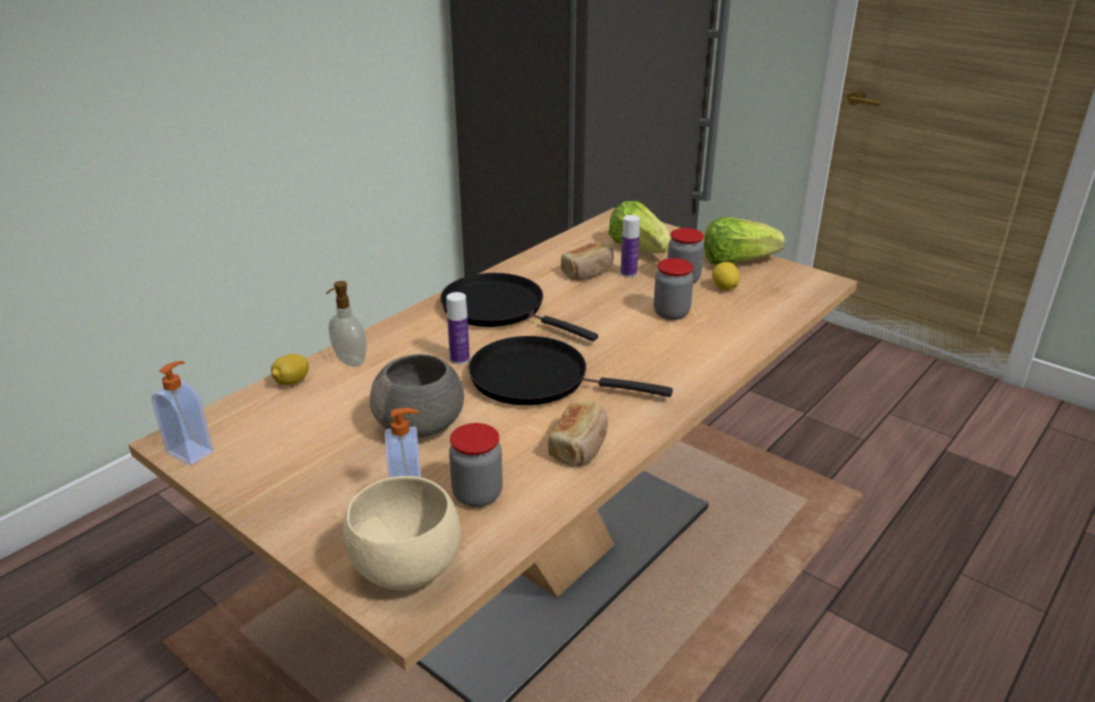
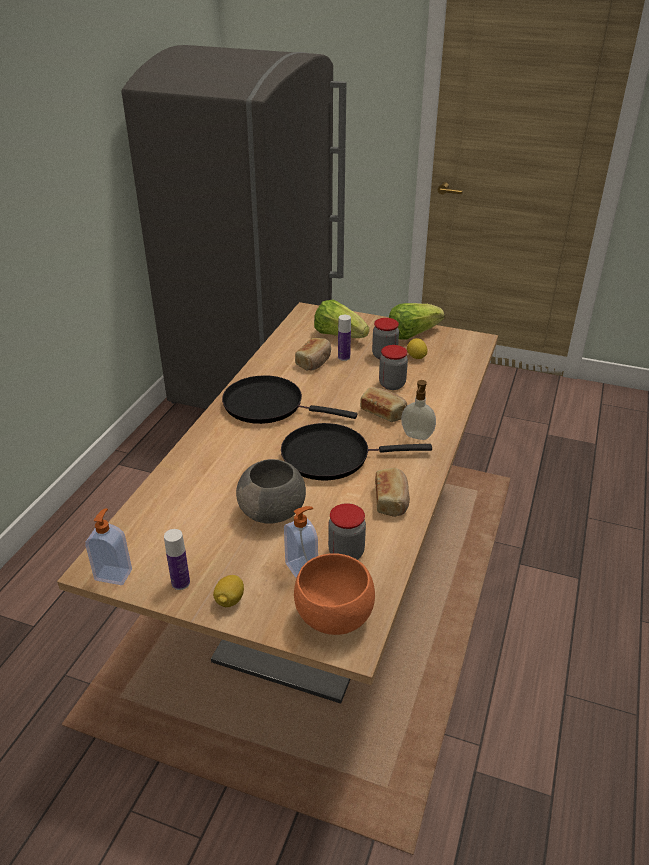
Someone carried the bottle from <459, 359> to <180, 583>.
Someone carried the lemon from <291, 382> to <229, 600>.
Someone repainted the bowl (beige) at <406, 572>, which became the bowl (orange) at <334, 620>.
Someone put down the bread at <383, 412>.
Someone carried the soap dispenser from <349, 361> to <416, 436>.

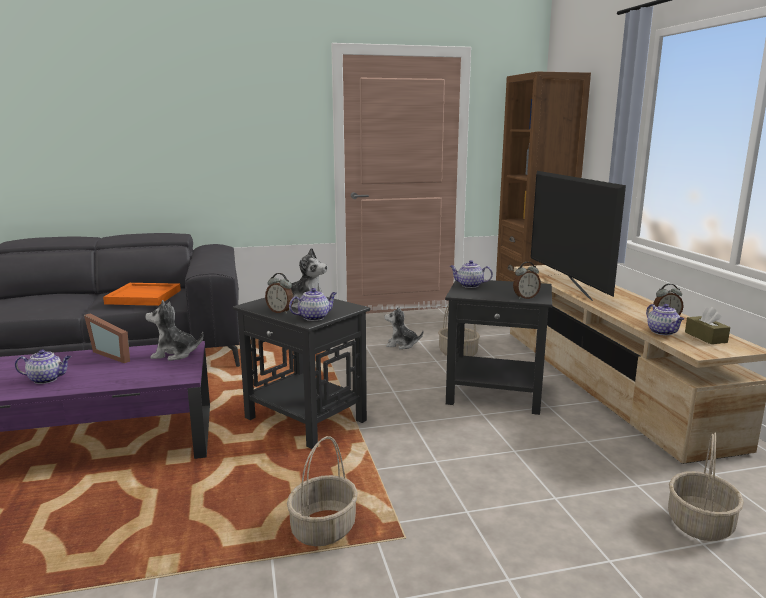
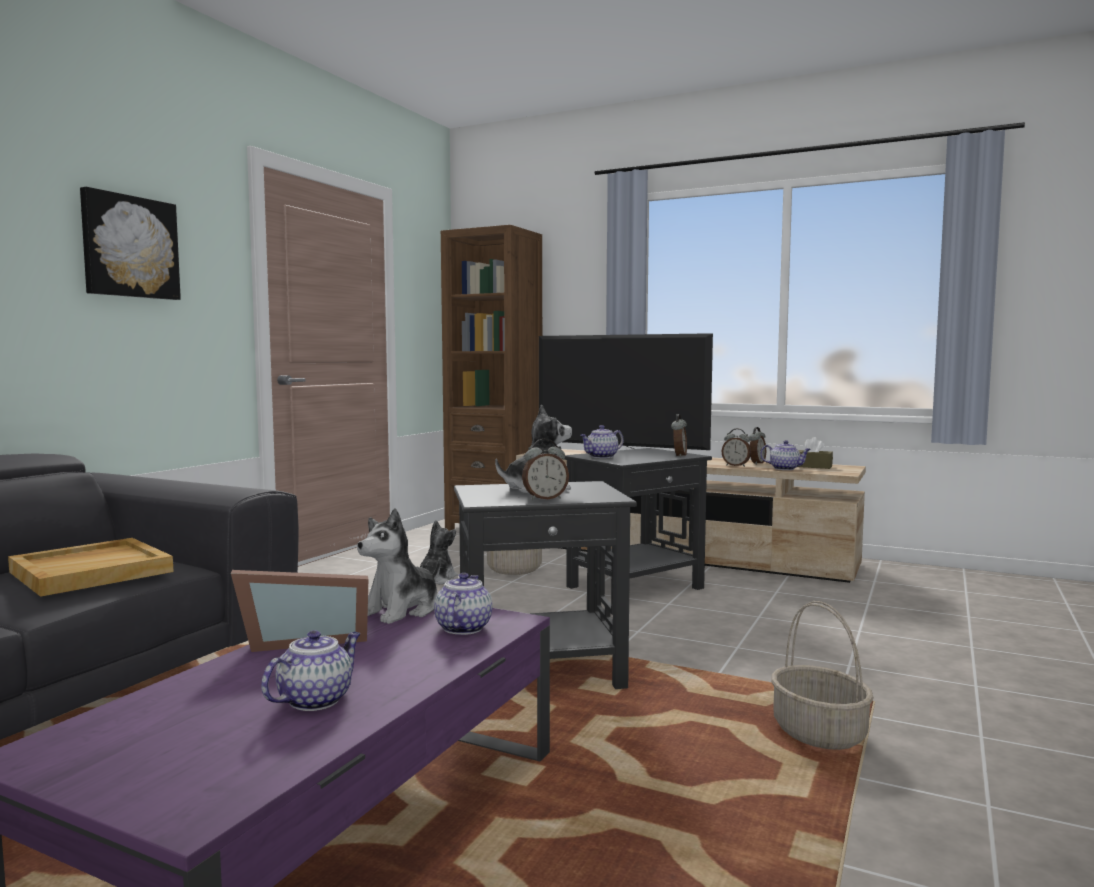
Someone repainted the tray (orange) at <144, 297>, which became the tray (beige) at <92, 571>.
Someone put up the picture at <129, 247>.
Someone rotated the plush toy at <401, 345> by 150 degrees clockwise.
Someone carried the teapot from <314, 317> to <463, 628>.
Someone put down the alarm clock at <736, 465>.
Someone took away the basket at <700, 524>.

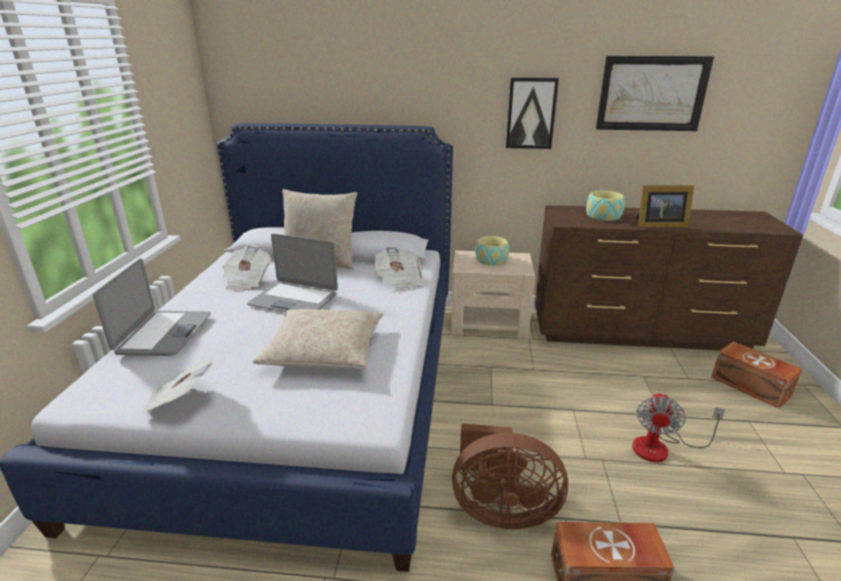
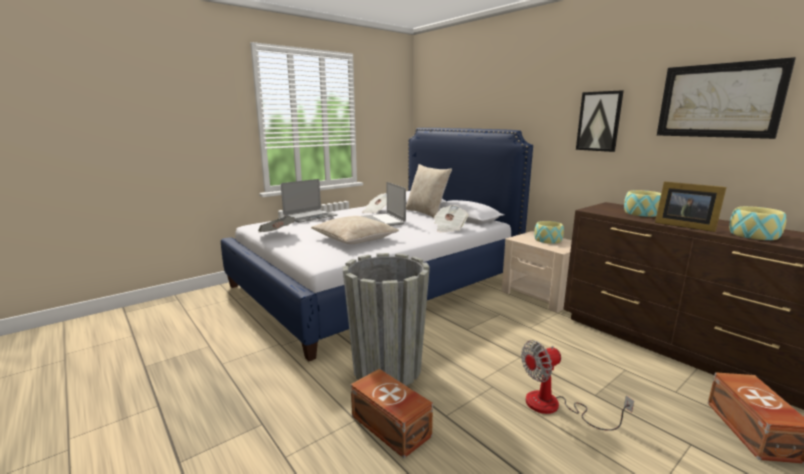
Someone swapped the fan (brown) at <500, 510> for the planter (grey) at <387, 368>.
Someone put down the bowl at <753, 235>.

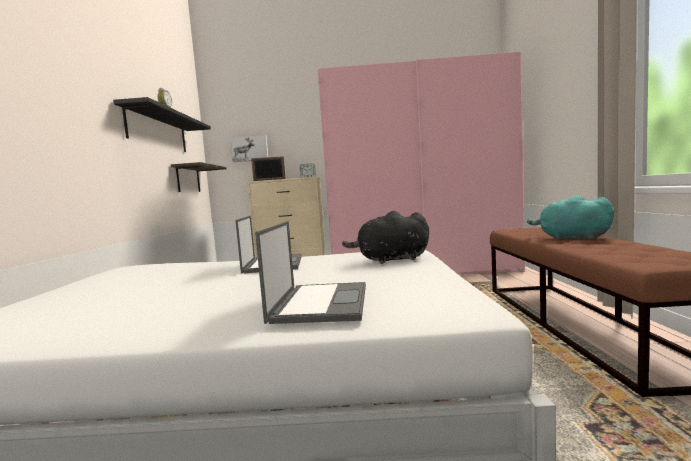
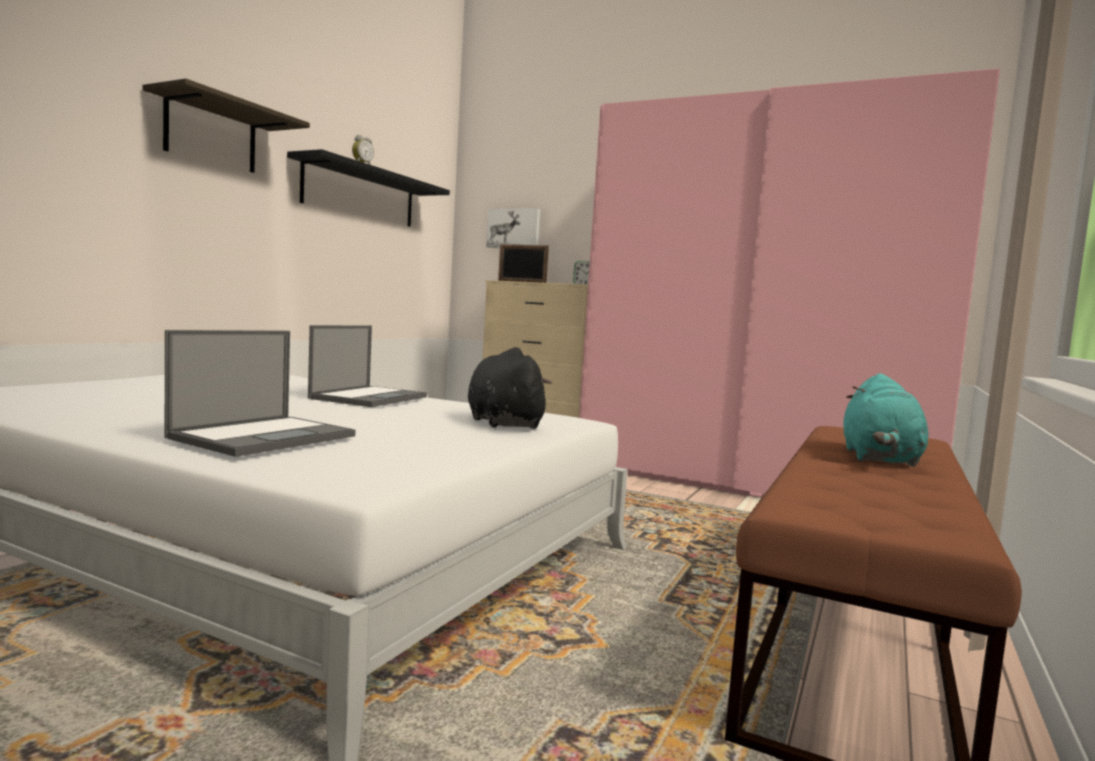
Someone carried the shelf from <188, 179> to <211, 135>.
Someone rotated the plush toy (black) at <390, 260> by 45 degrees clockwise.
Someone rotated the plush toy (turquoise) at <570, 238> by 135 degrees counterclockwise.

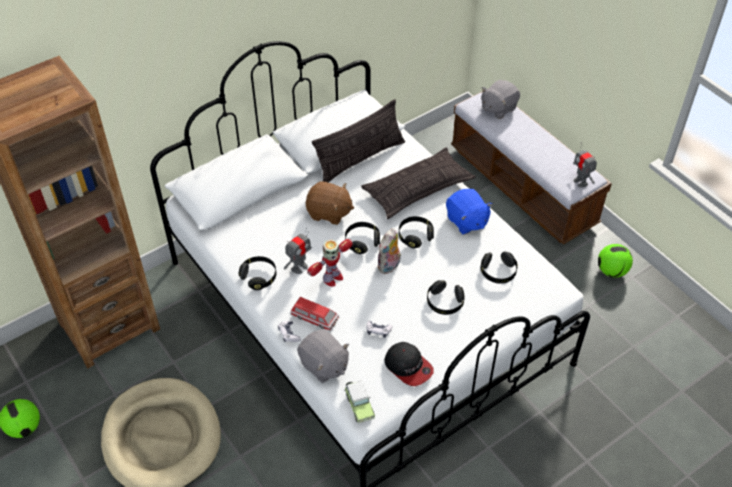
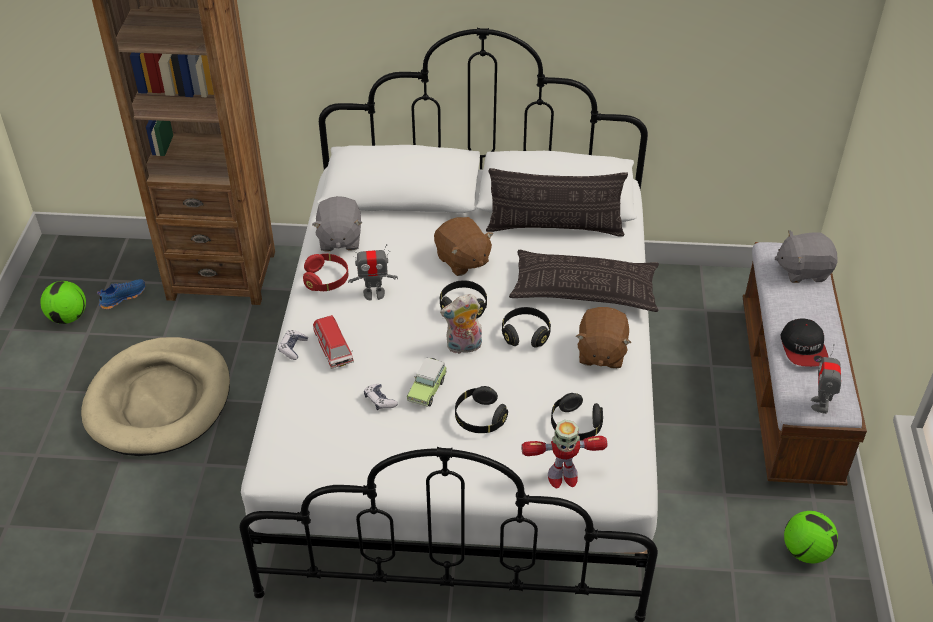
Someone put down the shoe (blue) at <123, 297>.
Someone repainted the headphones (black) at <259, 277>, which became the headphones (red) at <326, 280>.
Someone carried the plush toy (grey) from <323, 365> to <339, 239>.
Someone carried the toy car from <359, 405> to <427, 389>.
Someone carried the toy robot from <332, 278> to <562, 477>.
Someone repainted the plush toy (blue) at <466, 221>, which became the plush toy (brown) at <600, 353>.
Someone carried the cap from <408, 366> to <803, 348>.

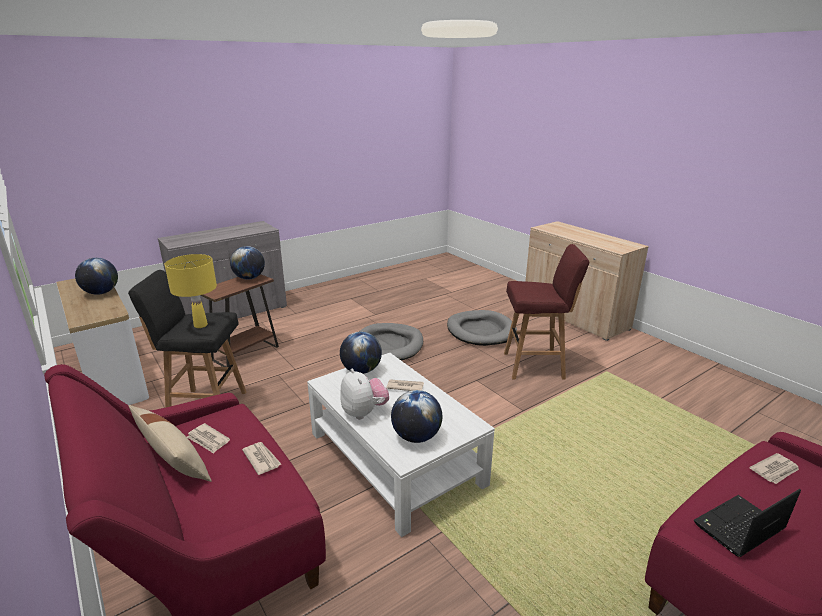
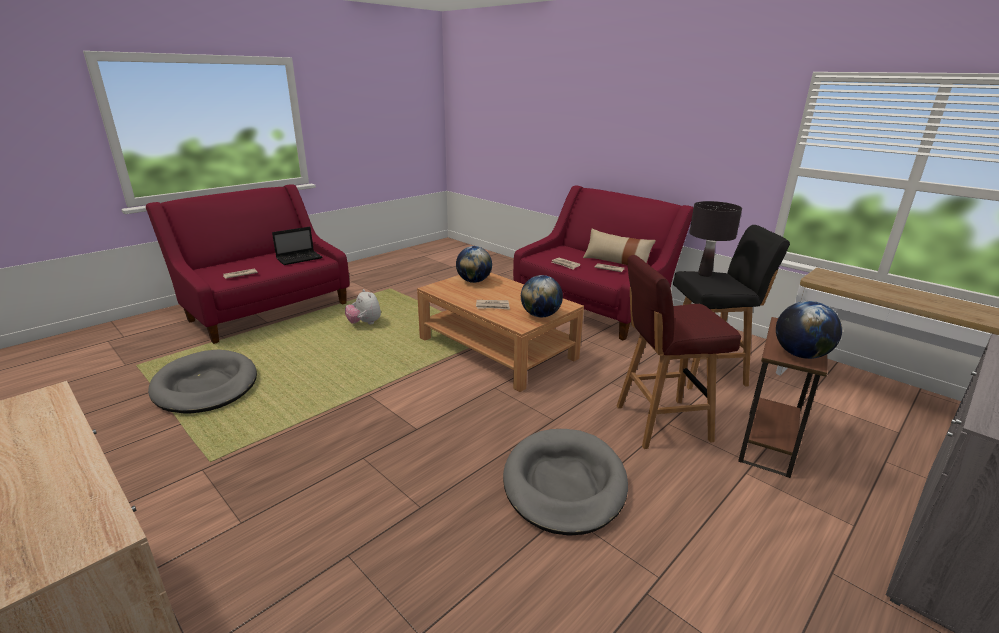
Someone carried the dog bed (grey) from <481, 331> to <206, 386>.
Someone carried the plush toy from <364, 412> to <364, 323>.
Someone repainted the coffee table (white) at <394, 457>, which became the coffee table (brown) at <497, 348>.
Someone carried the stool (red) from <535, 366> to <660, 423>.
Someone repainted the table lamp (yellow) at <200, 325>, which became the table lamp (black) at <705, 274>.
Someone took away the globe at <101, 293>.

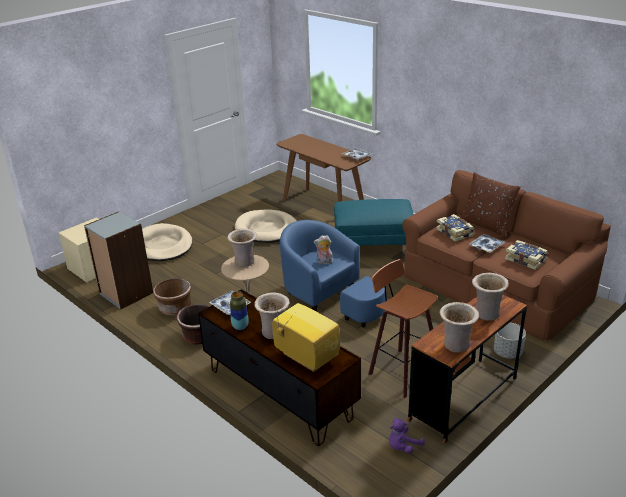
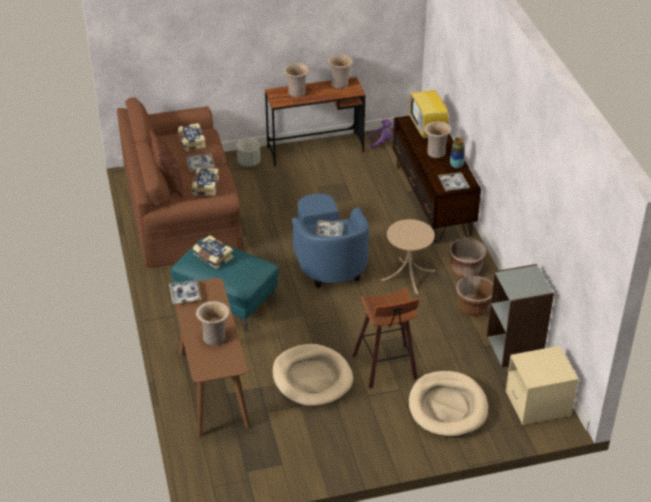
Someone put down the book at <212, 257>.
Someone carried the vase (beige) from <245, 262> to <214, 337>.
Someone swapped the plush toy at <324, 262> for the tray at <329, 233>.
Someone carried the stool from <401, 371> to <387, 368>.

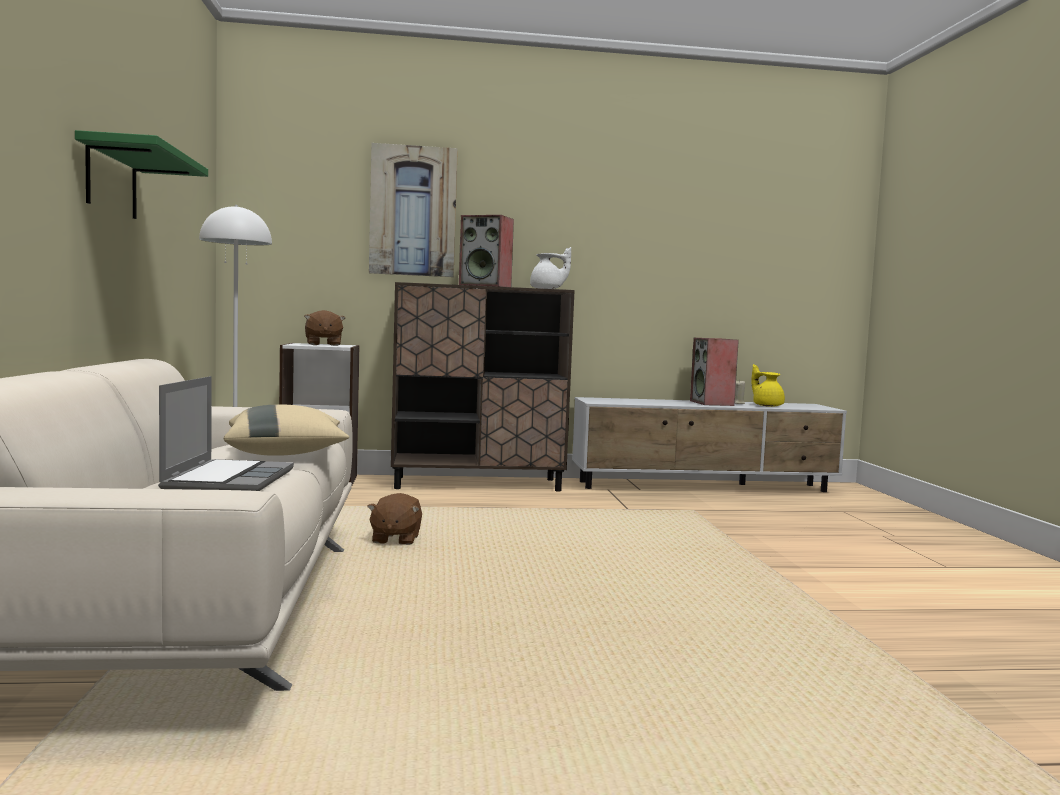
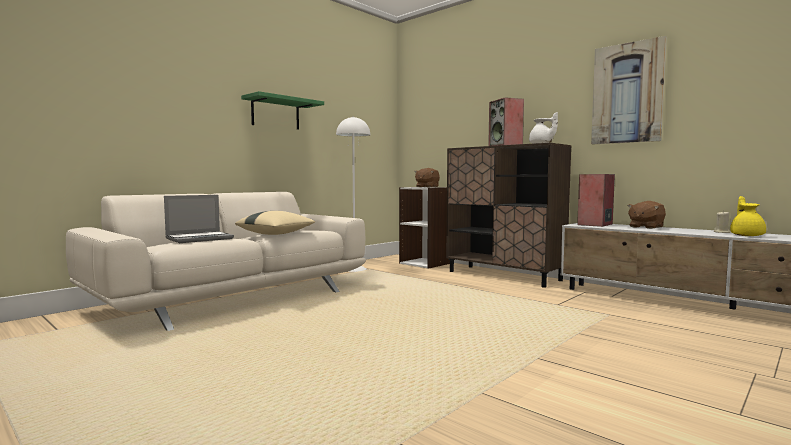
Someone carried the speaker from <712, 403> to <595, 224>.
Someone carried the picture from <413, 211> to <627, 93>.
Someone carried the plush toy (brown) from <395, 539> to <645, 227>.

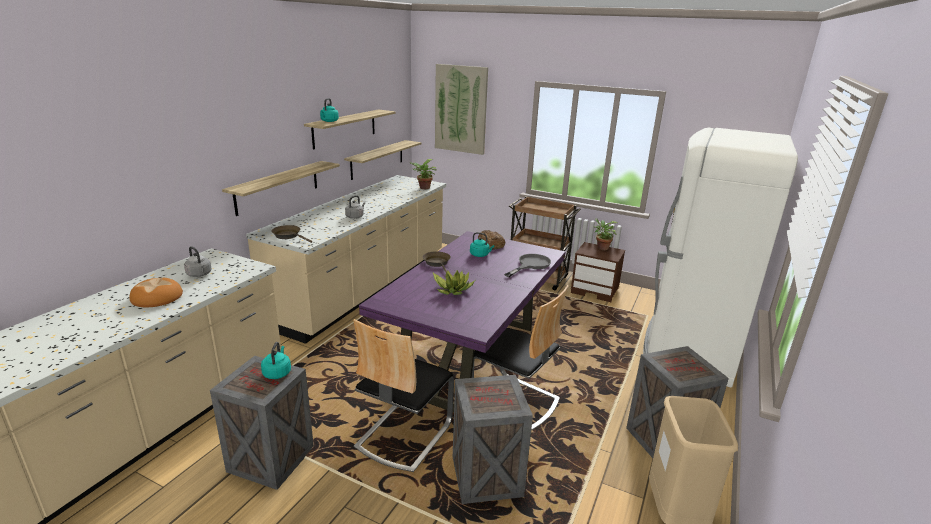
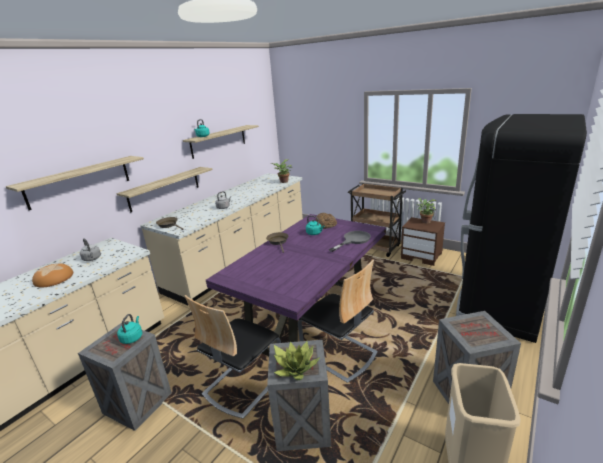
Someone carried the shelf from <377, 159> to <79, 181>.
Someone carried the potted plant from <453, 290> to <295, 367>.
Someone repainted the fridge (white) at <689, 346>, which became the fridge (black) at <499, 304>.
Someone took away the picture at <461, 109>.

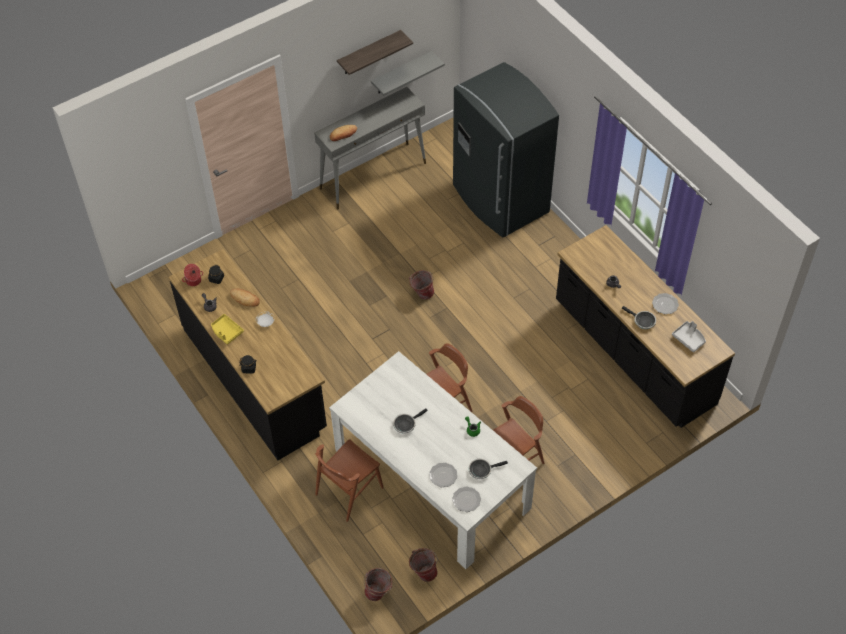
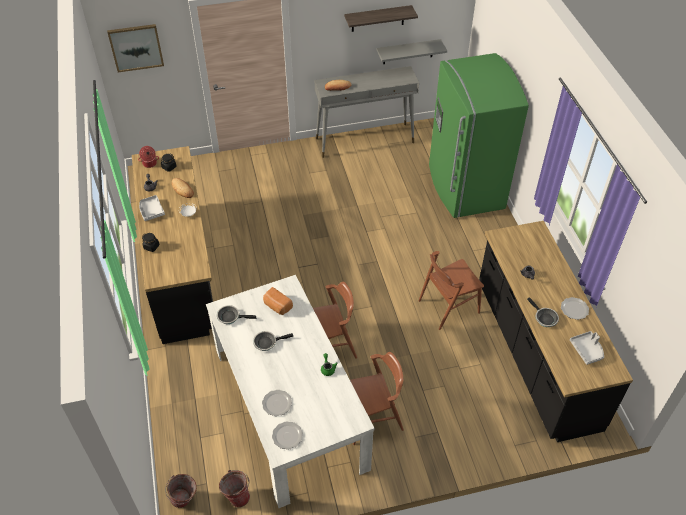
Someone put up the picture at <136, 47>.
Someone repainted the tray (yellow) at <226, 332>, which became the tray (grey) at <151, 211>.
Someone carried the frying pan from <482, 470> to <230, 317>.
Someone put down the bread at <277, 306>.
Someone carried the chair (brown) from <349, 491> to <448, 306>.
Someone repainted the fridge (grey) at <499, 200>, which became the fridge (green) at <464, 187>.
Someone took away the bucket at <421, 294>.

